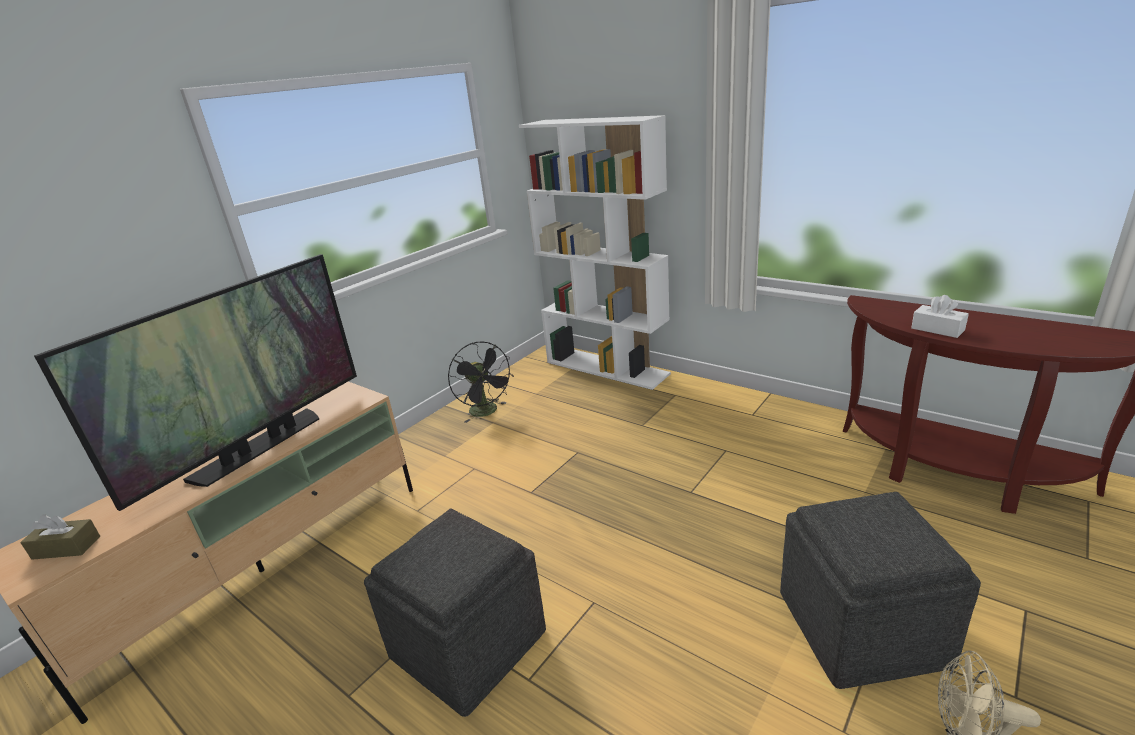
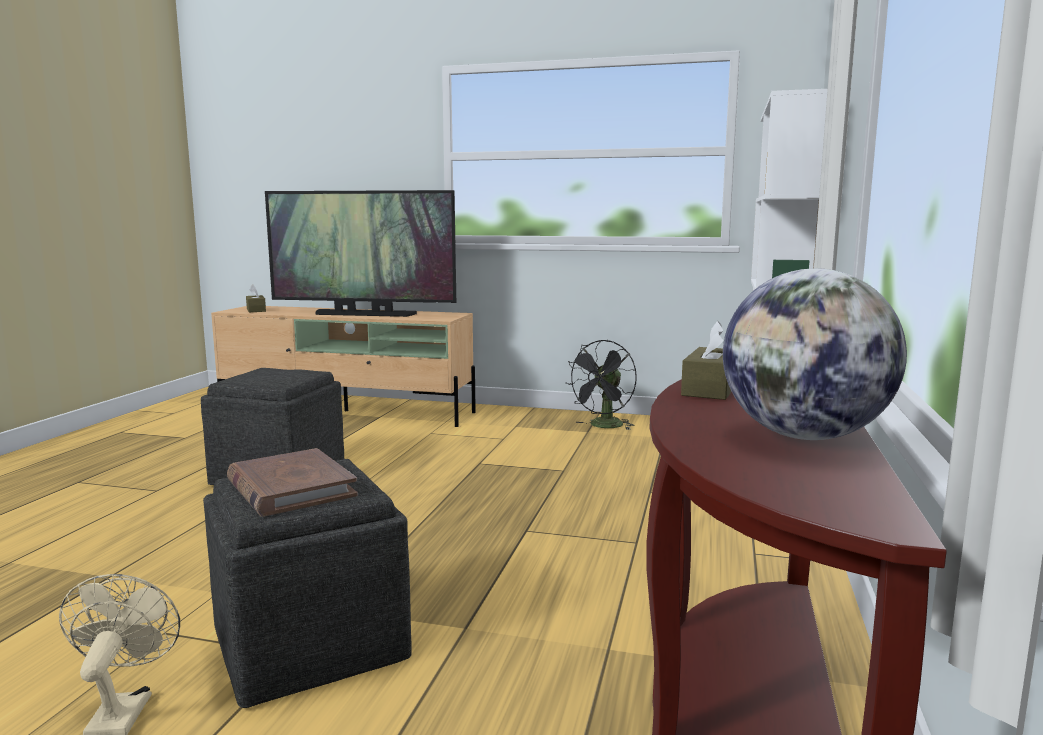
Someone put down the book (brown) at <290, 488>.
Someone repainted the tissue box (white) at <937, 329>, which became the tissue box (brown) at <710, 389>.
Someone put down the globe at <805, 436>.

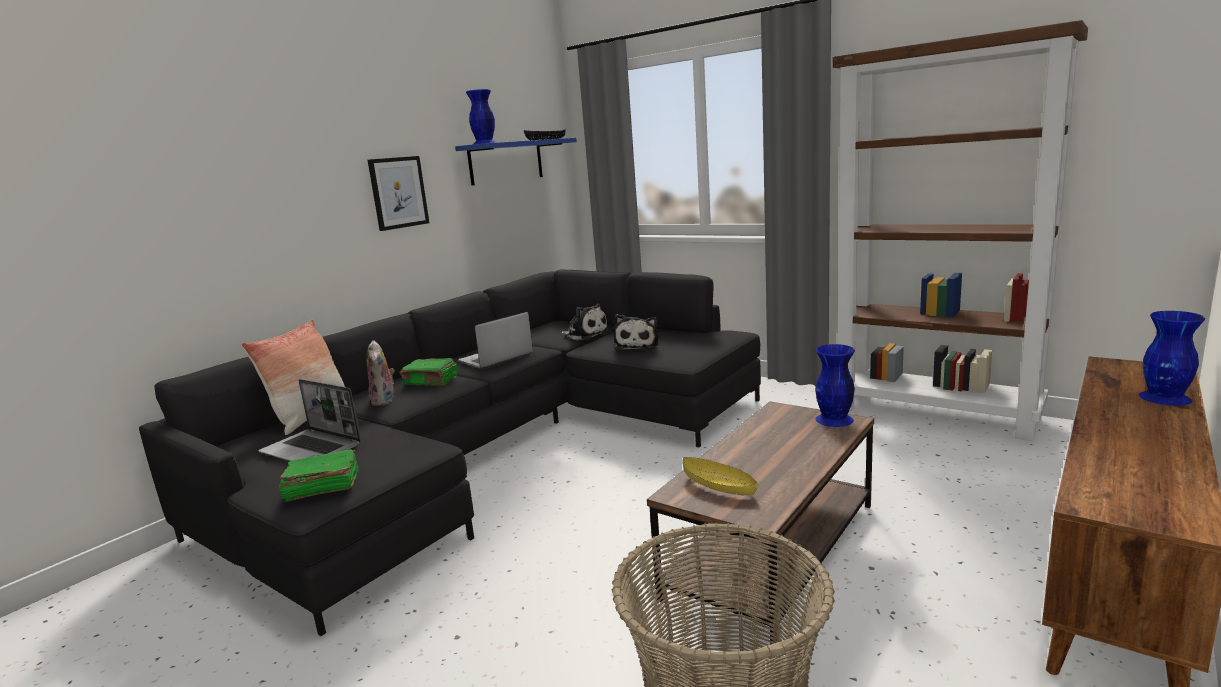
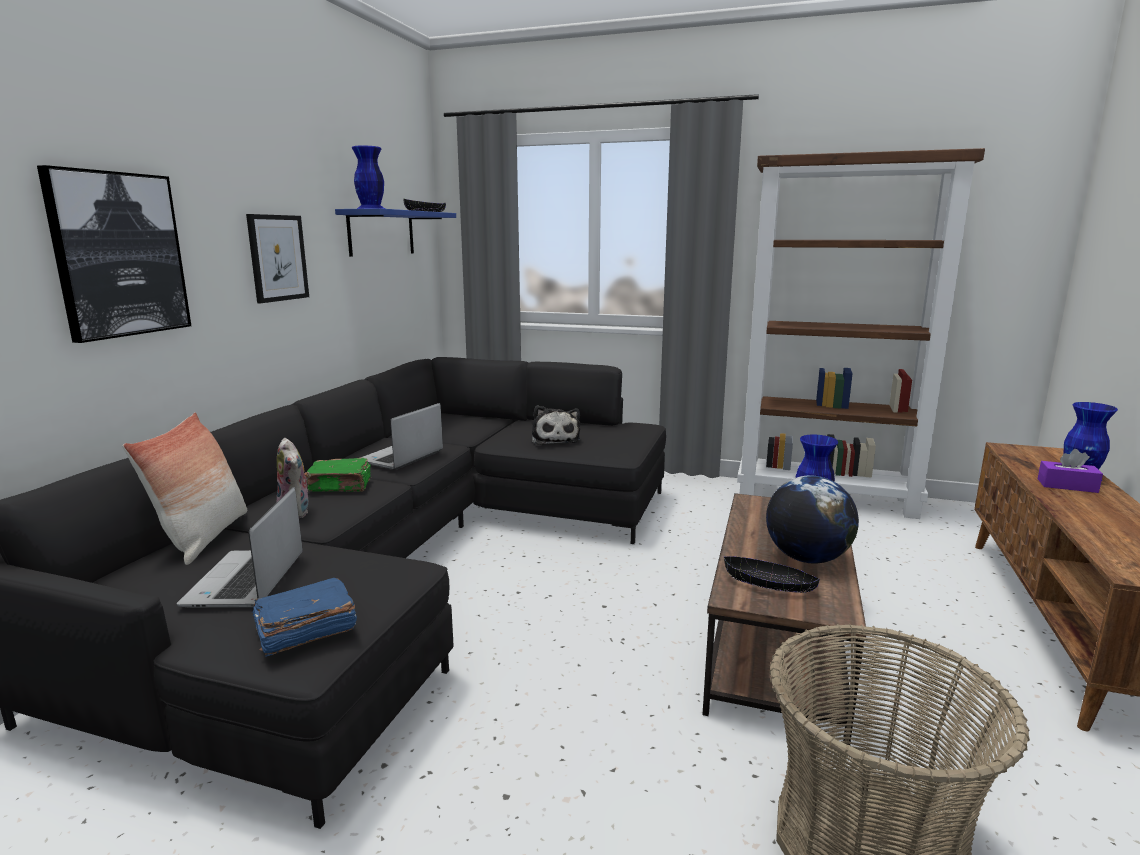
Someone put up the picture at <118, 255>.
Someone rotated the laptop at <313, 449> by 75 degrees clockwise.
Someone repainted the book (green) at <321, 487>, which became the book (blue) at <304, 631>.
Someone repainted the bowl (yellow) at <719, 486>, which became the bowl (black) at <768, 585>.
Someone put down the globe at <806, 558>.
Someone put down the tissue box (purple) at <1067, 486>.
Someone took away the plush toy at <585, 334>.

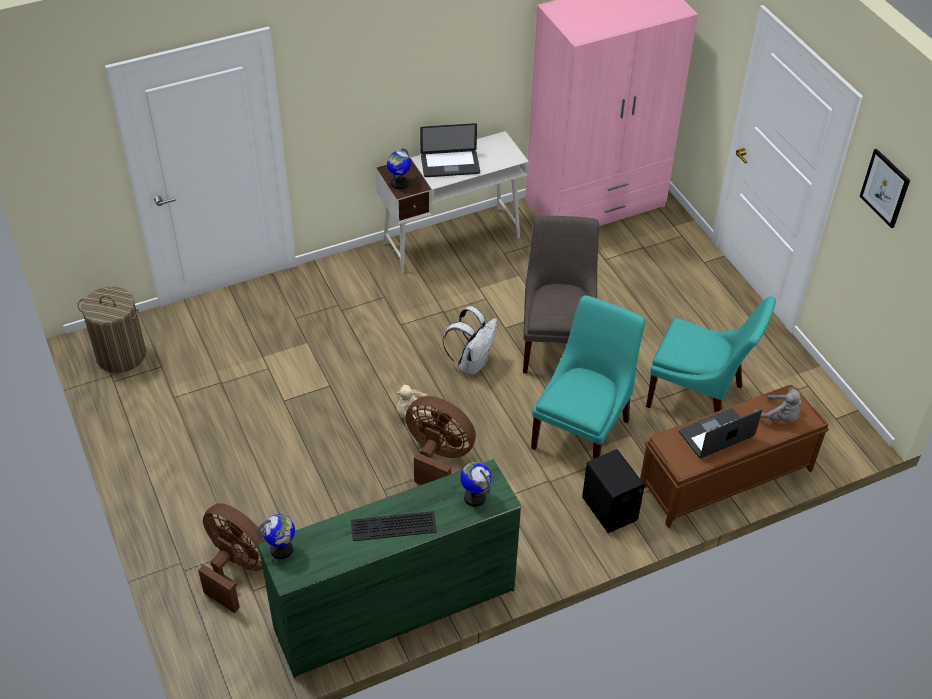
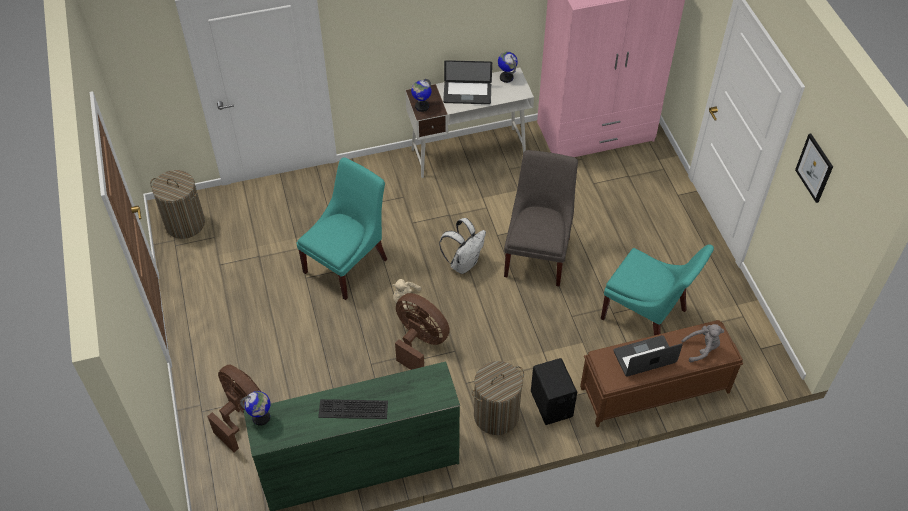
Someone carried the chair (turquoise) from <583, 431> to <348, 263>.
Someone put down the laundry basket at <496, 415>.
Someone carried the globe from <474, 497> to <506, 77>.
Someone rotated the plush toy (grey) at <779, 417> by 60 degrees counterclockwise.

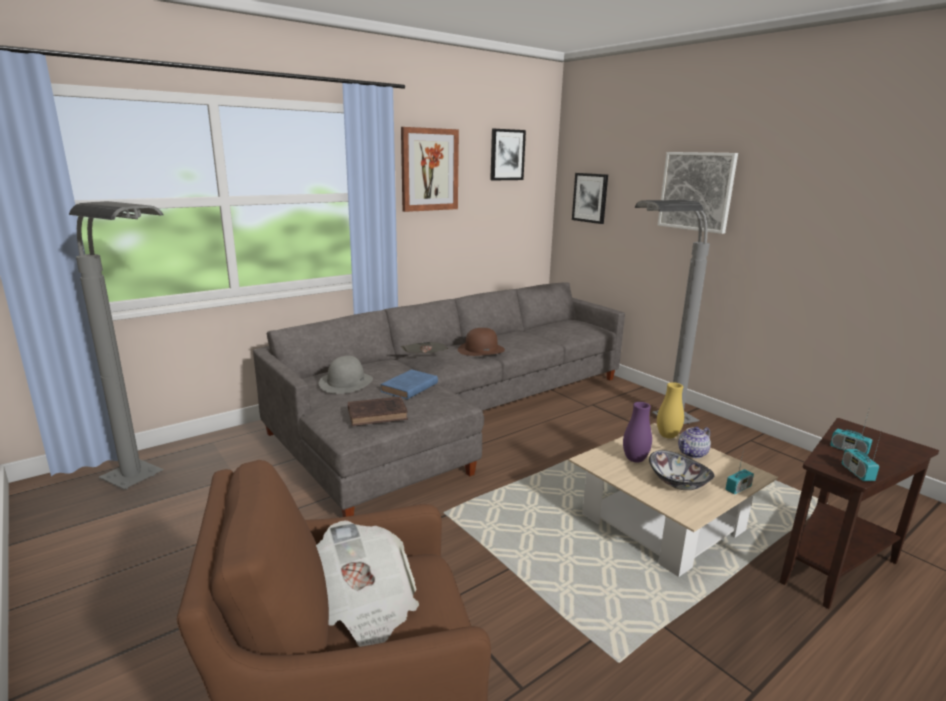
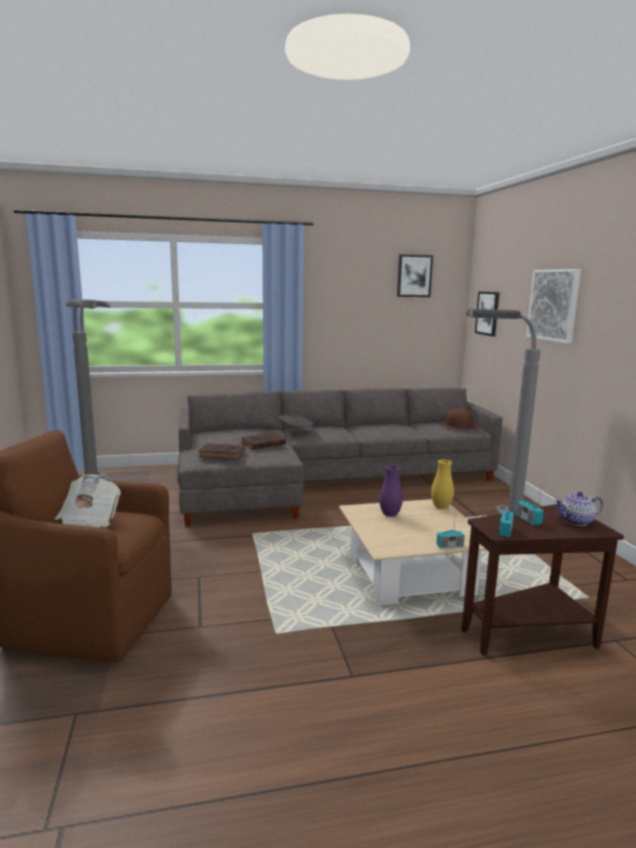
Someone repainted the book (blue) at <408, 388>, which became the book (brown) at <262, 444>.
Someone carried the hat (brown) from <481, 349> to <459, 425>.
Someone carried the teapot from <693, 453> to <576, 521>.
Someone took away the hat (grey) at <346, 382>.
Someone took away the picture at <429, 170>.
Someone took away the bowl at <678, 483>.

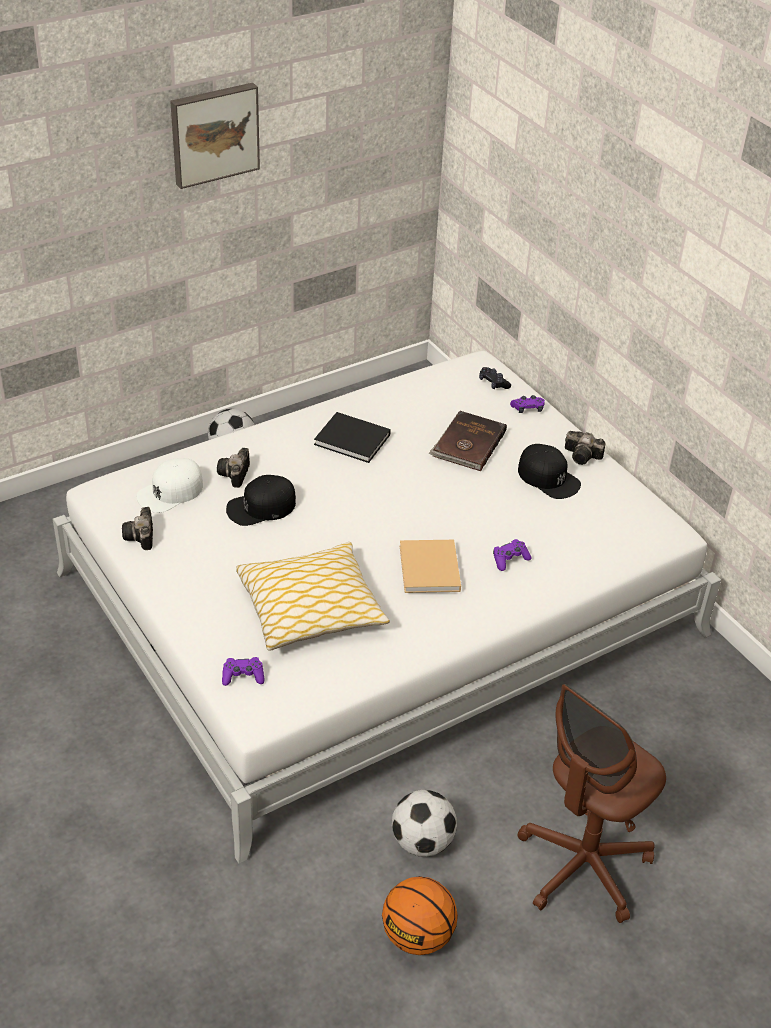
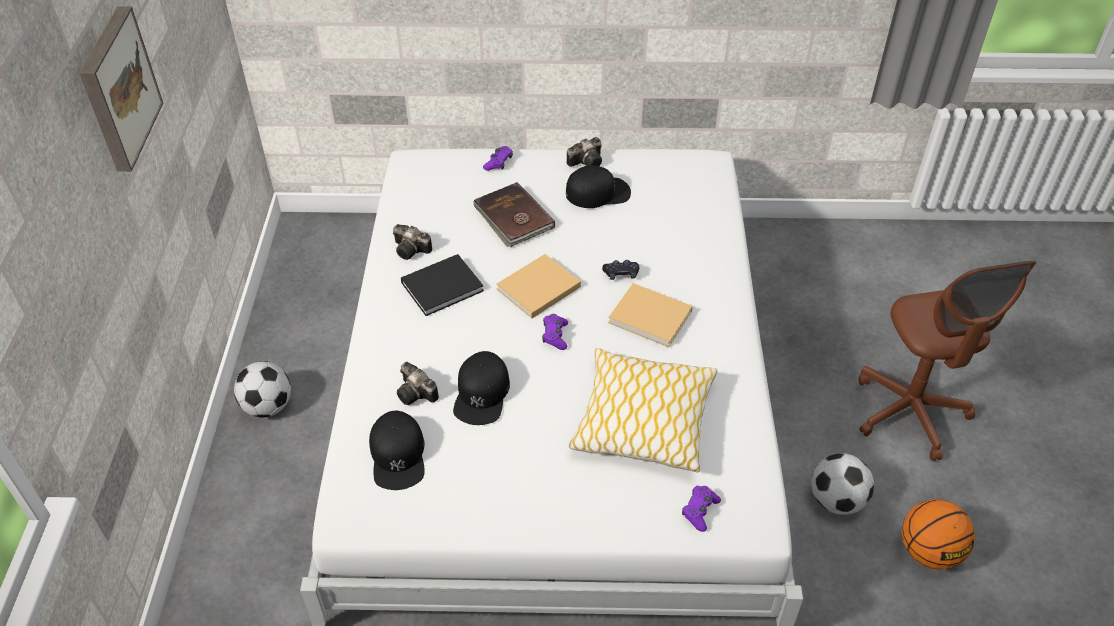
Someone repainted the cap (white) at <170, 492>, which became the cap (black) at <398, 455>.
Someone carried the photo camera from <141, 537> to <412, 250>.
Someone put down the book (beige) at <536, 289>.
Someone carried the game controller (purple) from <510, 559> to <555, 336>.
Someone carried the game controller (black) from <493, 383> to <621, 274>.

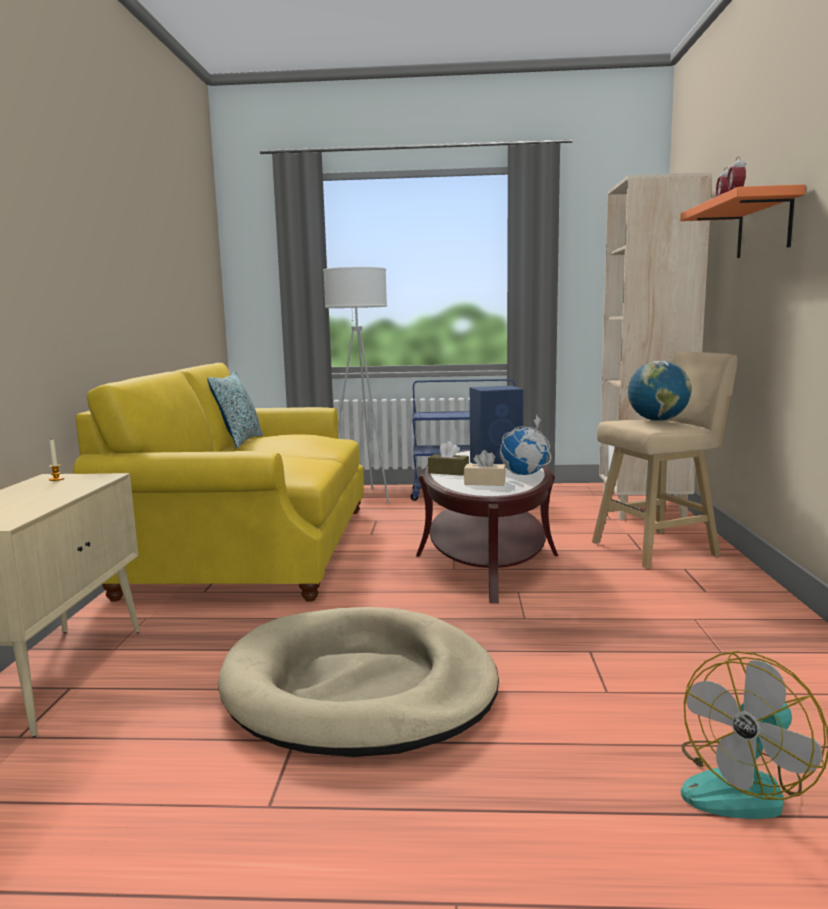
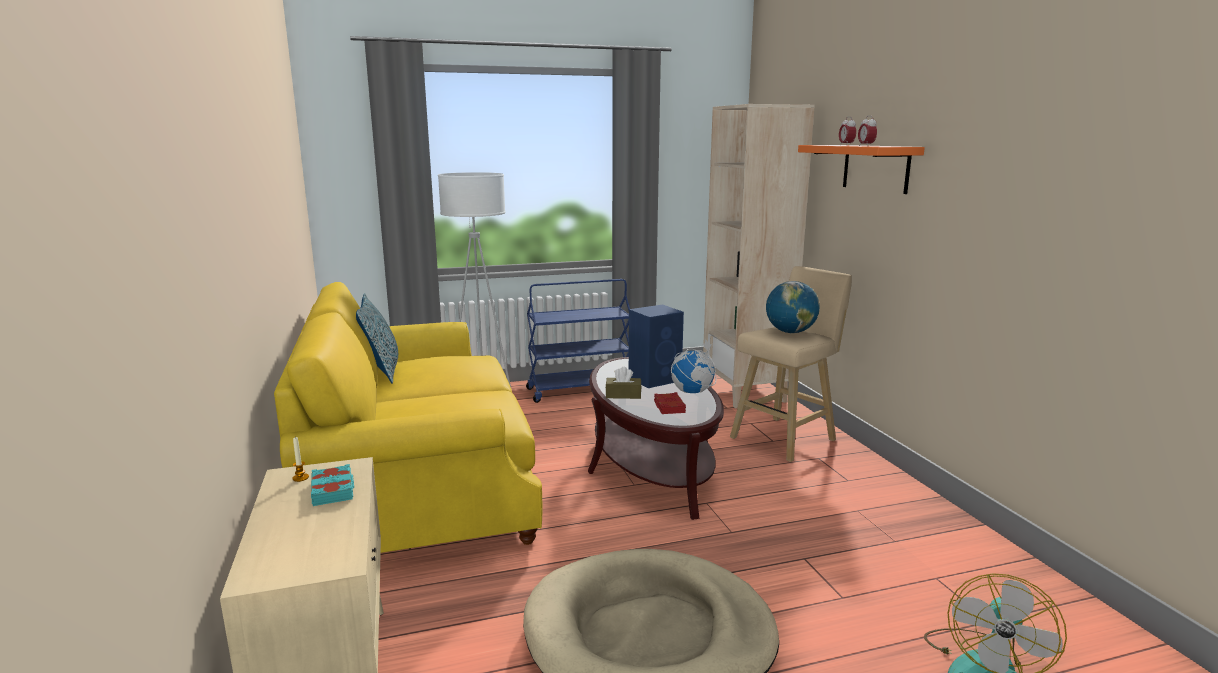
Someone put down the book (turquoise) at <333, 490>.
Someone swapped the tissue box (beige) at <484, 482> for the book (red) at <668, 407>.

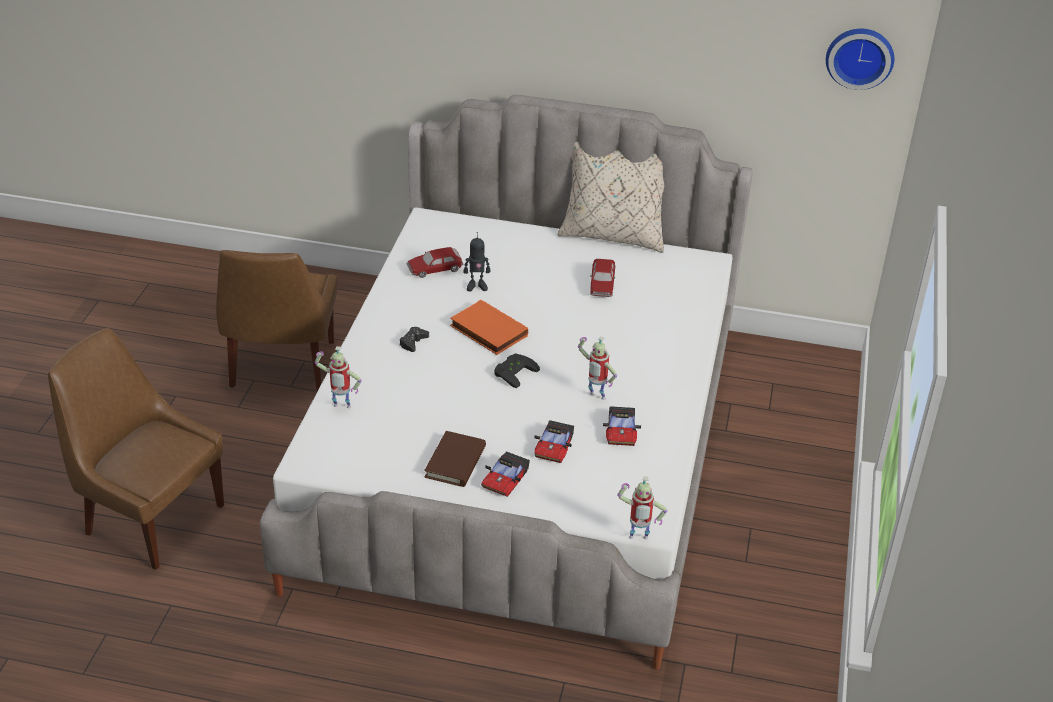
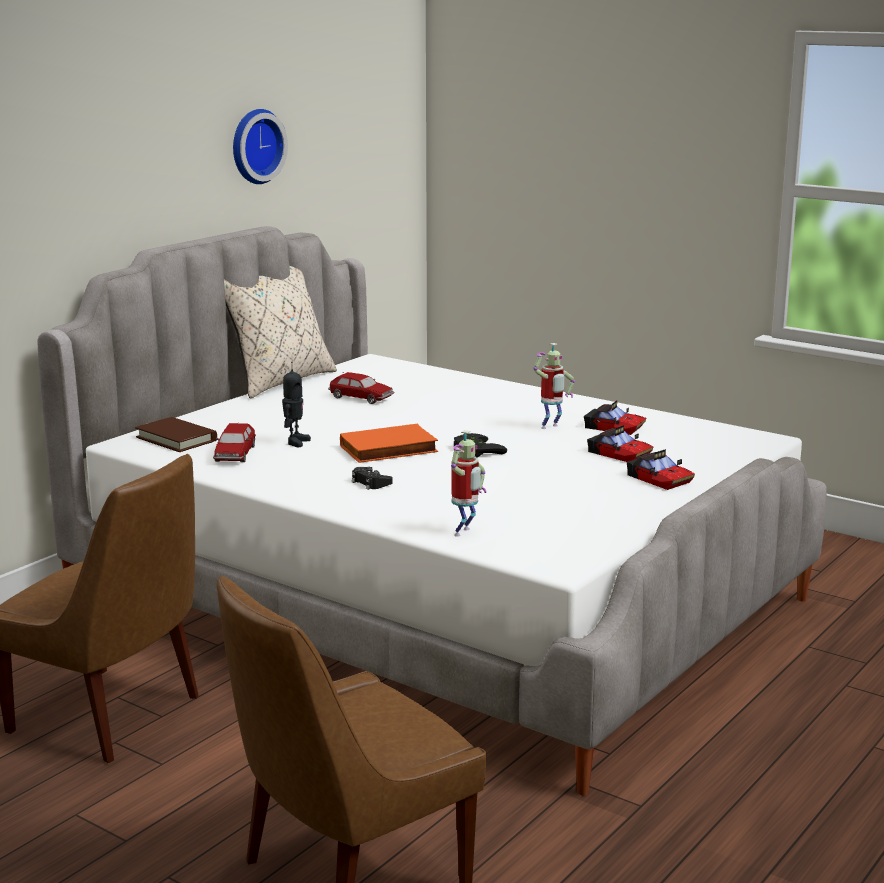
Someone carried the book (brown) from <455, 462> to <176, 439>.
Someone carried the wall clock from <860, 56> to <254, 146>.
Someone took away the toy robot at <638, 539>.

